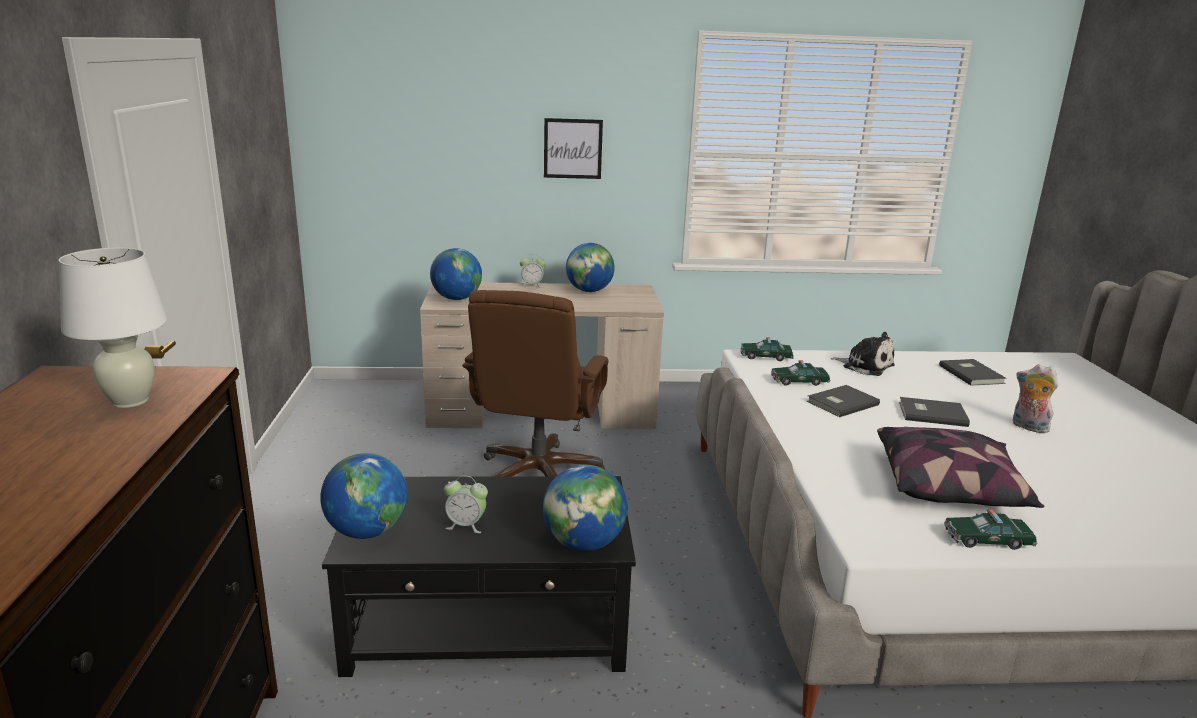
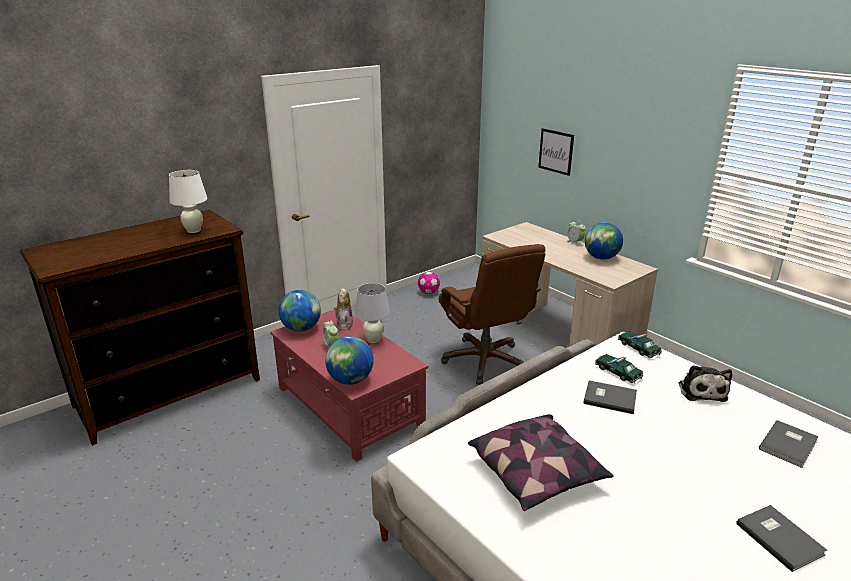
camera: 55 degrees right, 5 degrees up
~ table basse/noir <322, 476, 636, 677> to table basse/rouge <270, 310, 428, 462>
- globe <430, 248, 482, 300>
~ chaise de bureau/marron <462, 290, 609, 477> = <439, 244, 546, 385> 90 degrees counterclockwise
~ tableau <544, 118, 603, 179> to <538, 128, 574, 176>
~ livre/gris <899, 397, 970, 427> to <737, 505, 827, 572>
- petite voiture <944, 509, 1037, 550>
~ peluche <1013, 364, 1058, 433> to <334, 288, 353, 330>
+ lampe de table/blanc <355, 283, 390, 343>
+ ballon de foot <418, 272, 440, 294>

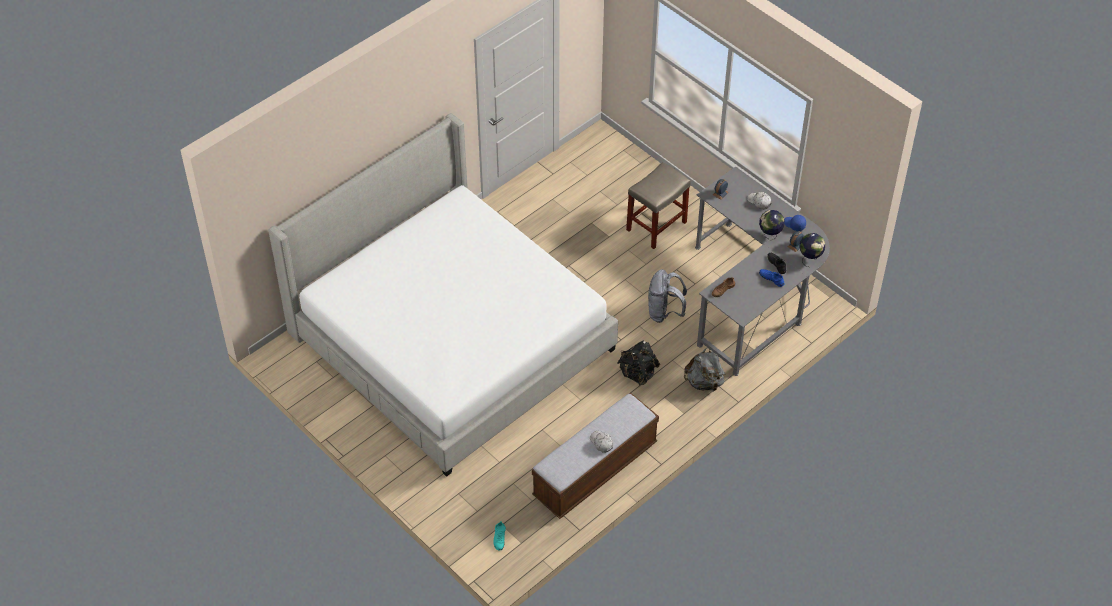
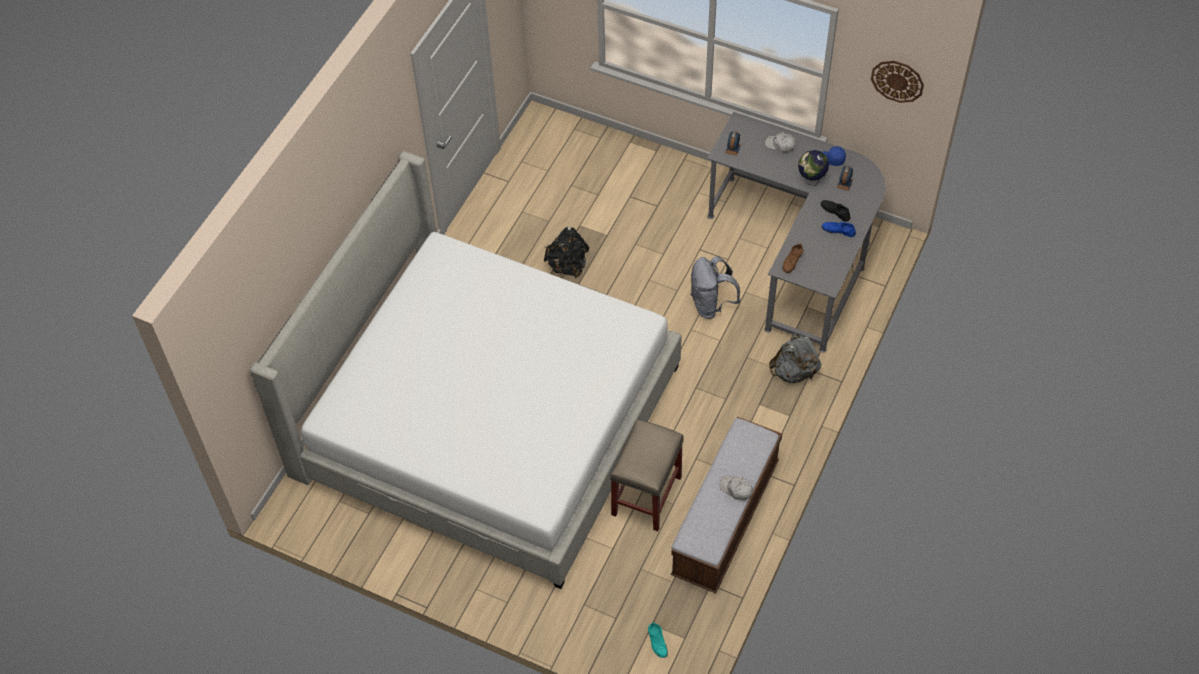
camera: 20 degrees left, 5 degrees up
~ sac à dos/noir <617, 341, 660, 386> to <544, 227, 590, 278>
~ tabouret/beige <626, 162, 691, 249> to <610, 419, 684, 531>
- globe <800, 233, 825, 267>
+ horloge murale <871, 61, 924, 103>

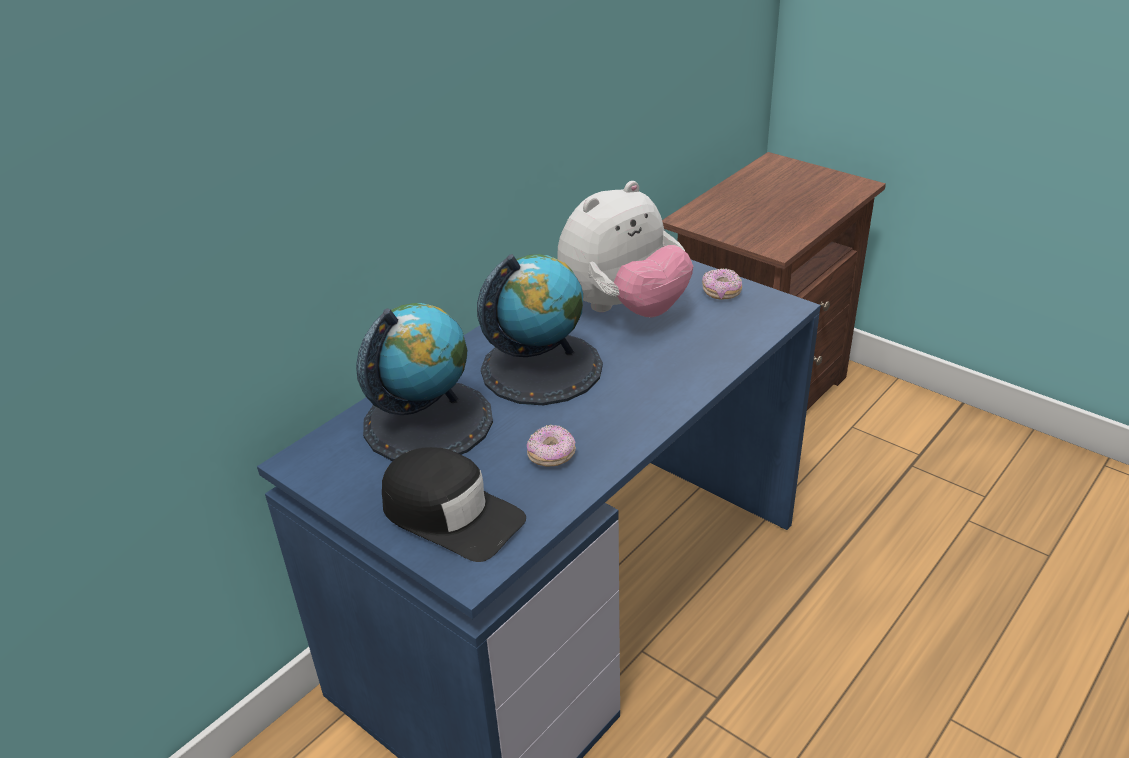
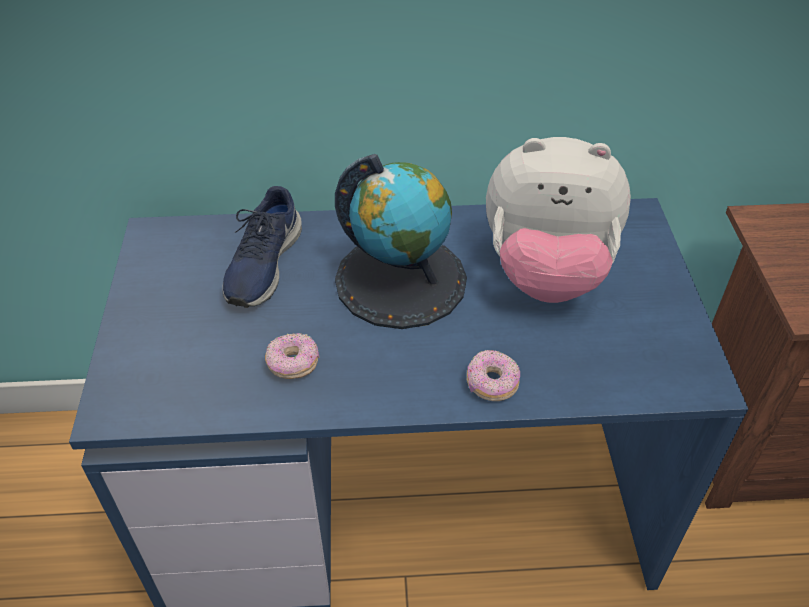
camera: 45 degrees right, 10 degrees up
~ globe <356, 303, 493, 461> to chaussure/bleu <222, 186, 302, 308>
- casquette/noir <382, 447, 526, 562>
~ beignet <702, 269, 742, 300> to <467, 350, 520, 401>

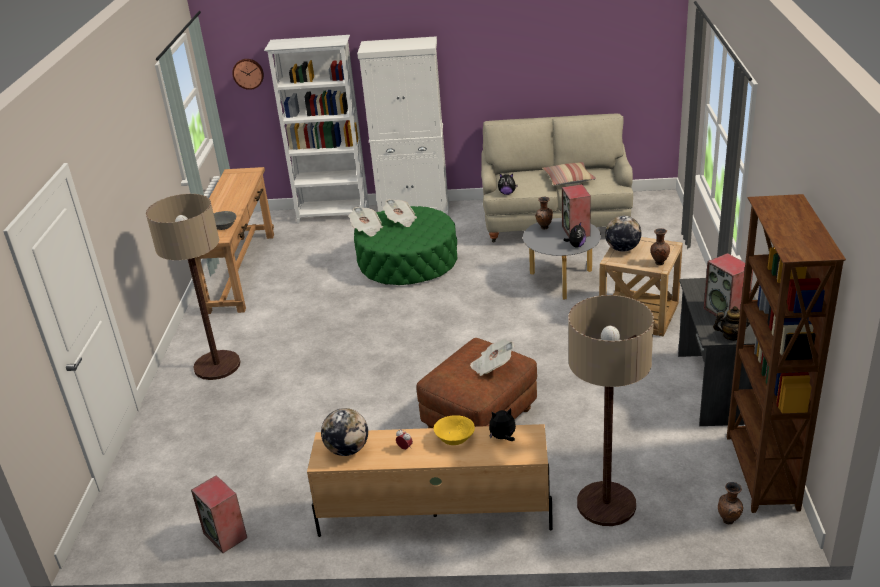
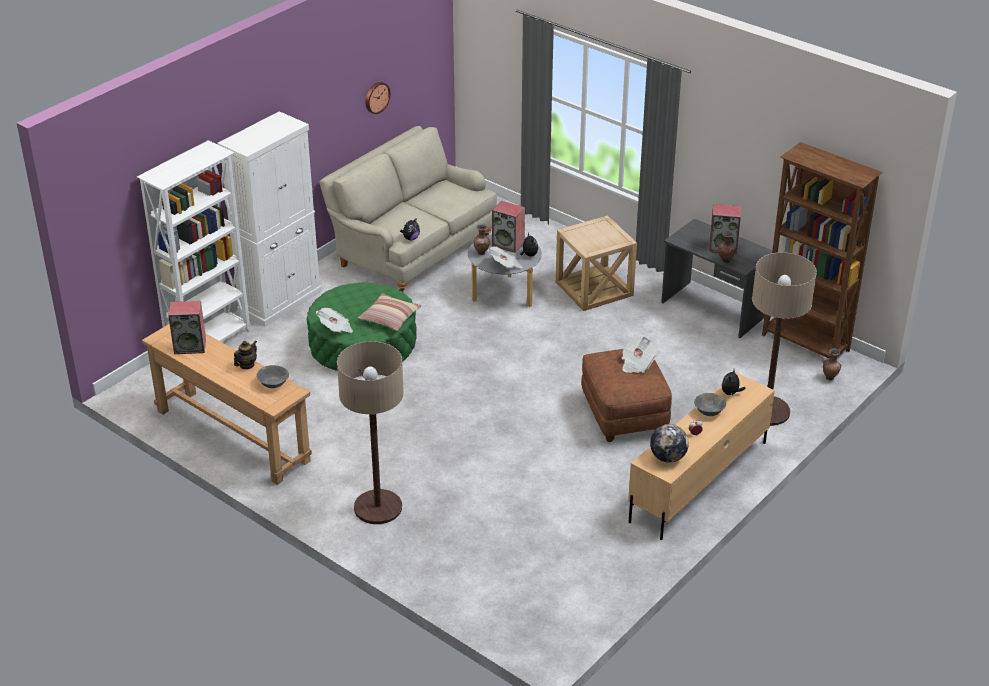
camera: 55 degrees left, 5 degrees up
~ enceinte <191, 475, 247, 553> to <168, 301, 206, 354>
~ horloge murale <232, 59, 264, 90> to <366, 82, 390, 114>
~ journal <383, 199, 417, 227> to <487, 246, 522, 268>
~ bol/jaune <434, 415, 475, 445> to bol/gris <694, 393, 726, 416>
~ coussin <542, 162, 596, 185> to <358, 293, 421, 331>
- globe <605, 216, 641, 252>
~ vase/marron <650, 228, 670, 265> to <718, 231, 736, 263>
~ théière <713, 306, 750, 341> to <234, 340, 257, 369>

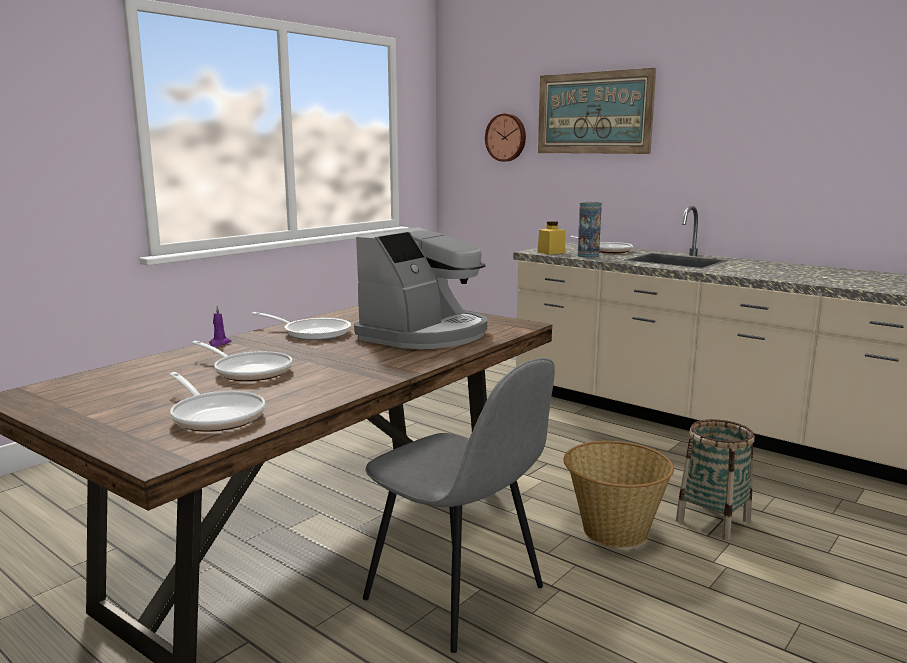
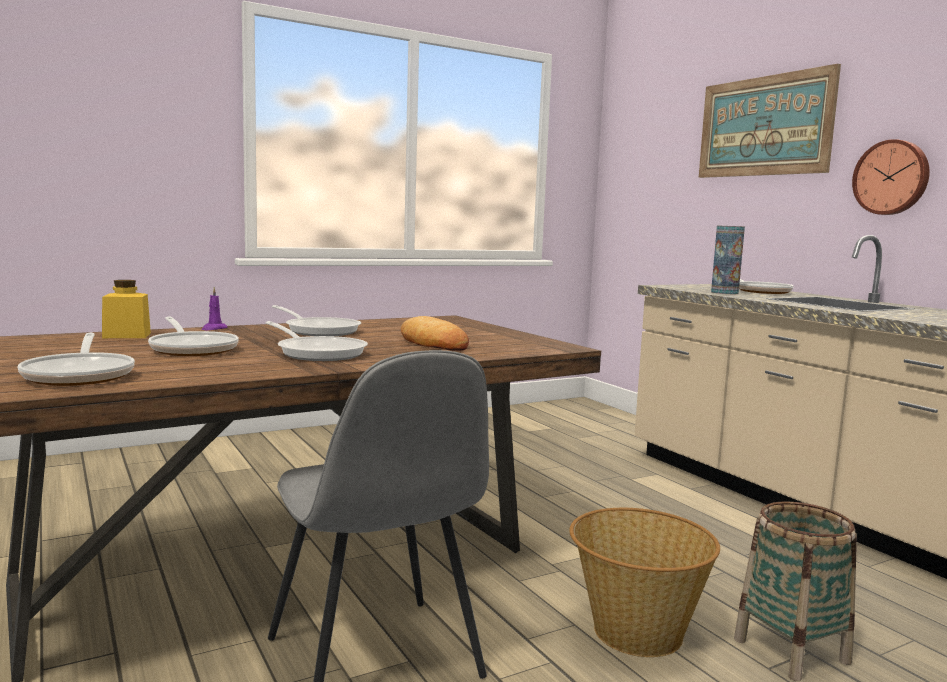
camera: 20 degrees right, 5 degrees down
~ machine à café <354, 227, 487, 349> to pain <401, 316, 469, 351>
~ horloge murale <485, 113, 526, 162> to <852, 139, 930, 215>
~ bocal/jaune <537, 221, 565, 255> to <102, 280, 151, 338>
+ poêle <265, 321, 368, 361>

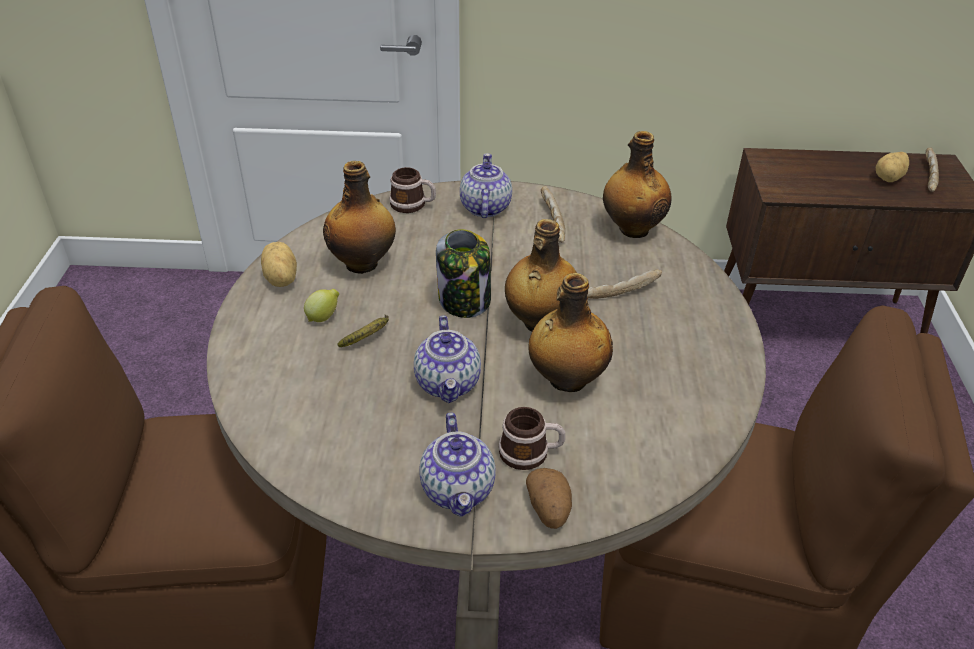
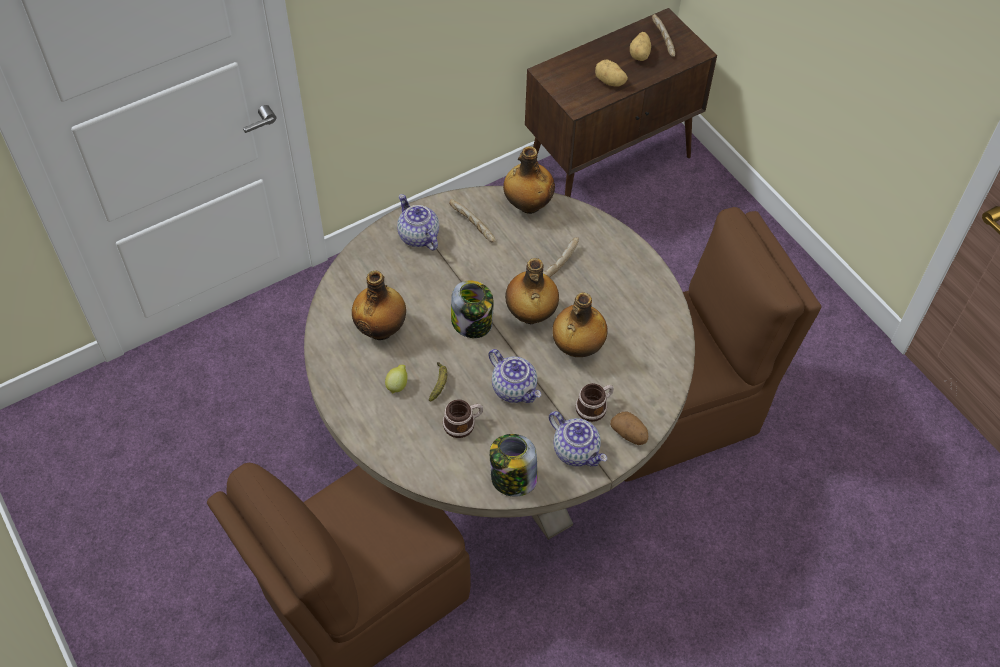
camera: 35 degrees left, 15 degrees up
~ pomme de terre <261, 242, 297, 287> to <595, 59, 628, 87>
~ mug <389, 167, 436, 213> to <443, 399, 483, 438>
+ bocal <490, 434, 537, 497>

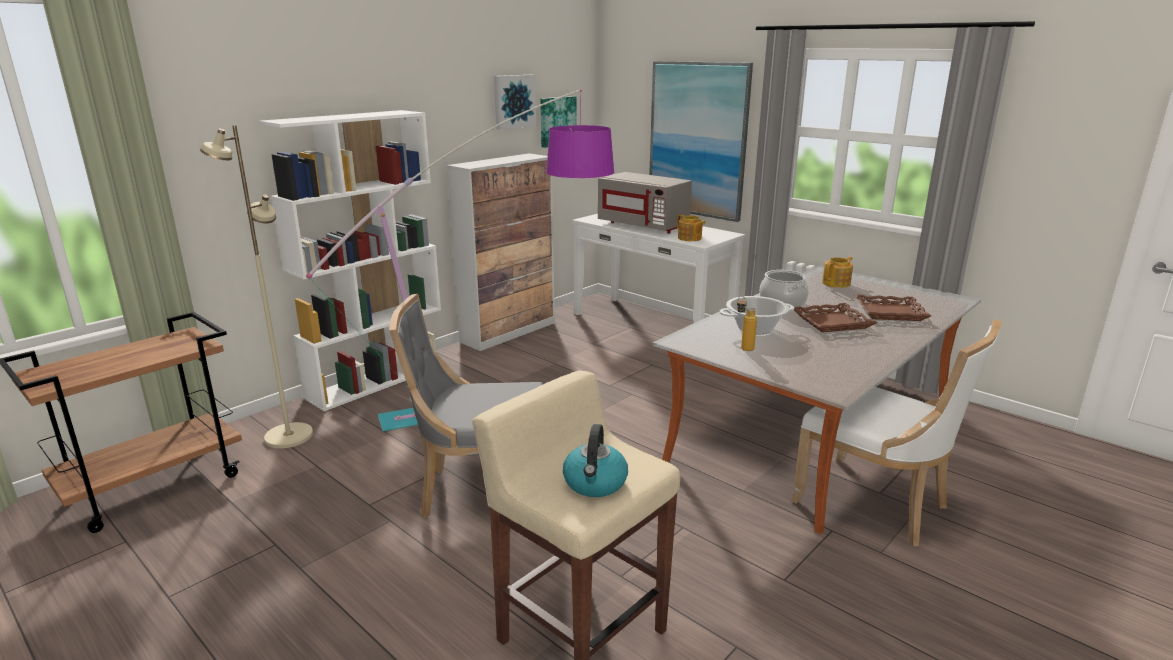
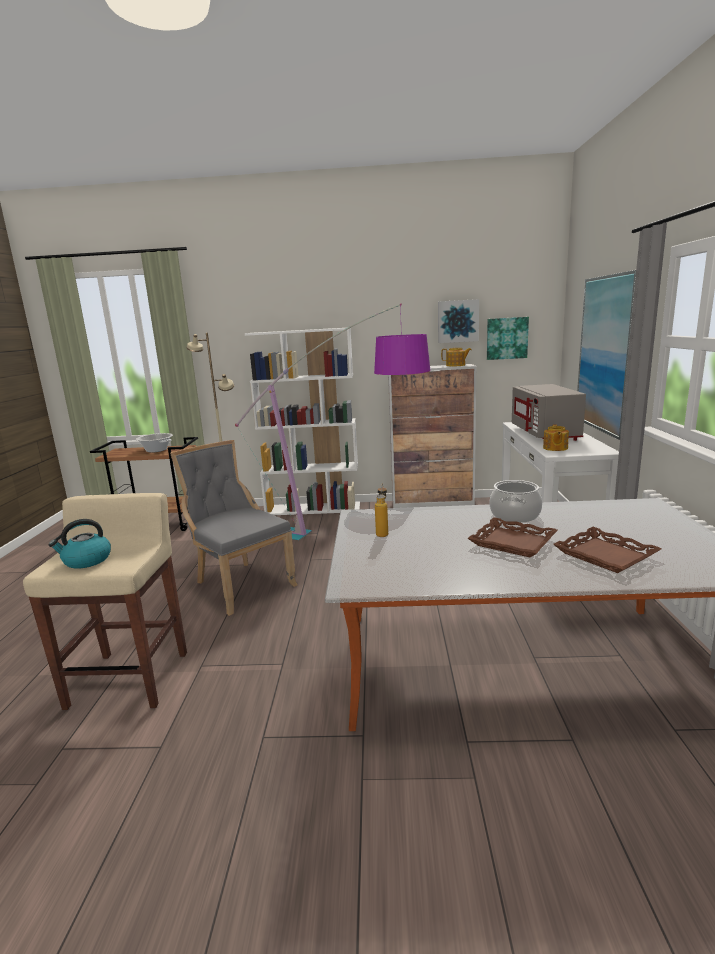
camera: 50 degrees right, 5 degrees down
~ marmite <720, 296, 795, 334> to <136, 433, 173, 453>
- chaise/blanc <791, 319, 1002, 547>
~ théière <822, 257, 853, 288> to <441, 348, 471, 366>

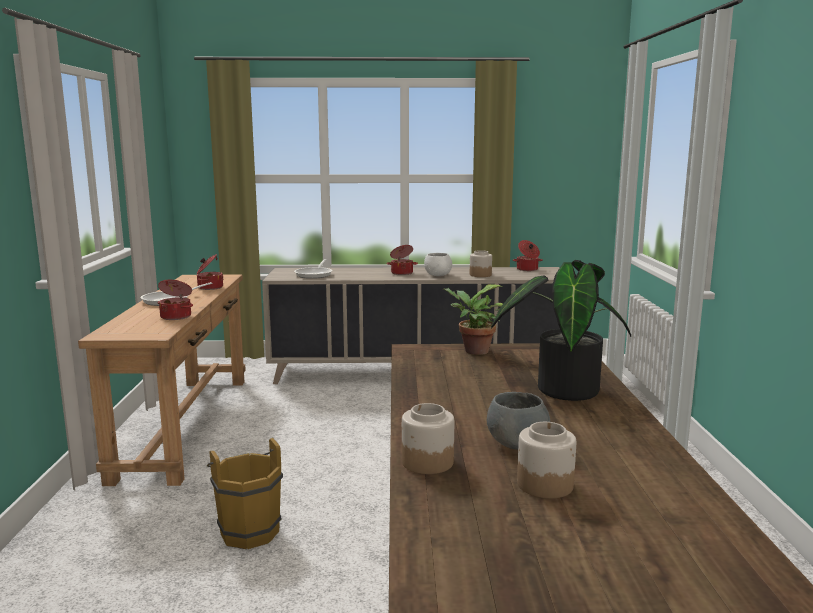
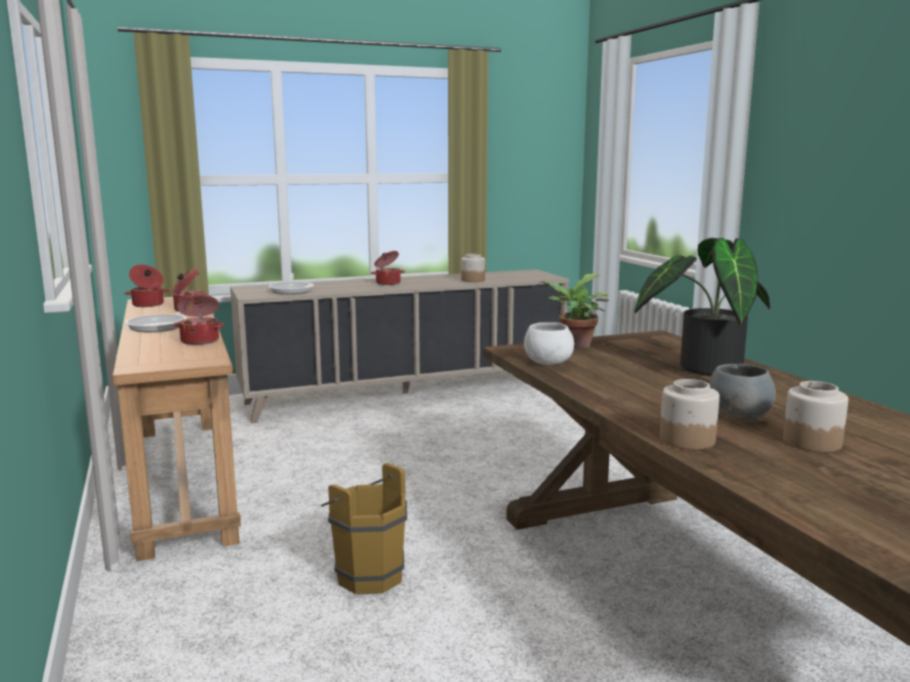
camera: 20 degrees left, 0 degrees up
~ bol/blanc <424, 253, 452, 276> to <524, 322, 574, 365>
~ marmite <513, 240, 543, 271> to <124, 265, 170, 307>

